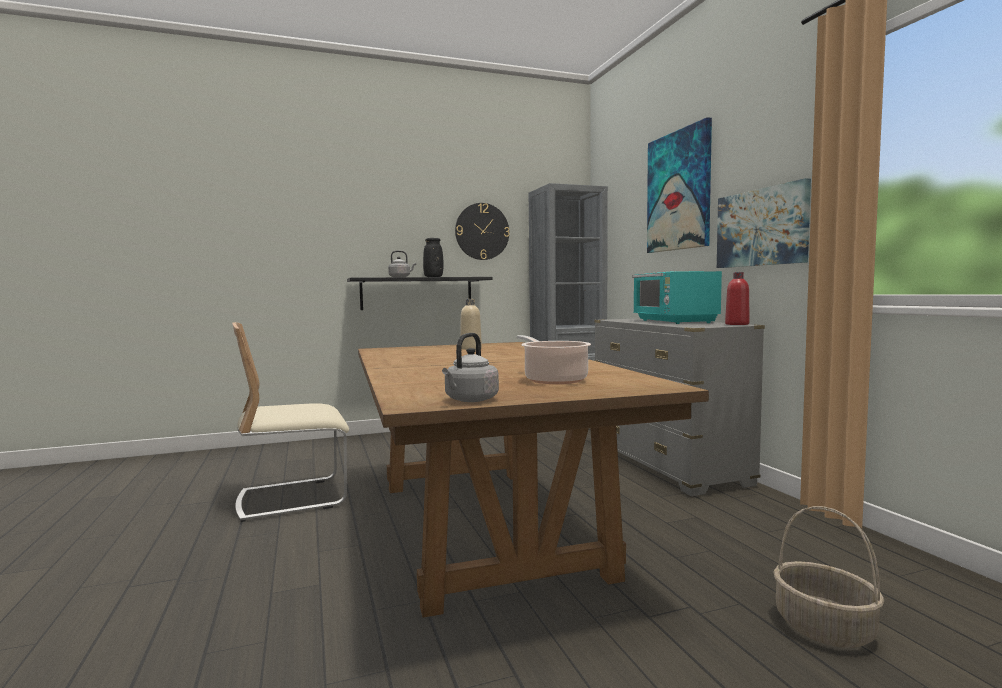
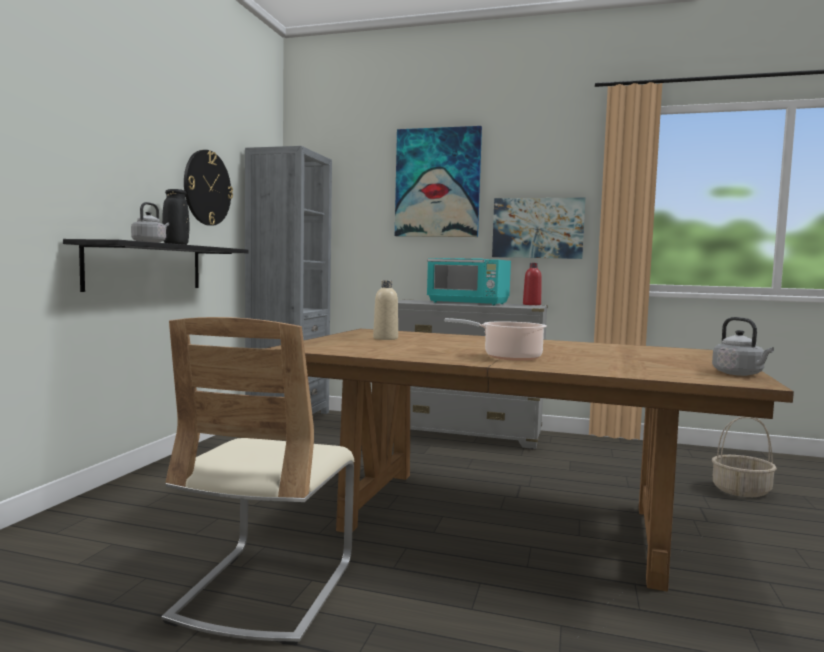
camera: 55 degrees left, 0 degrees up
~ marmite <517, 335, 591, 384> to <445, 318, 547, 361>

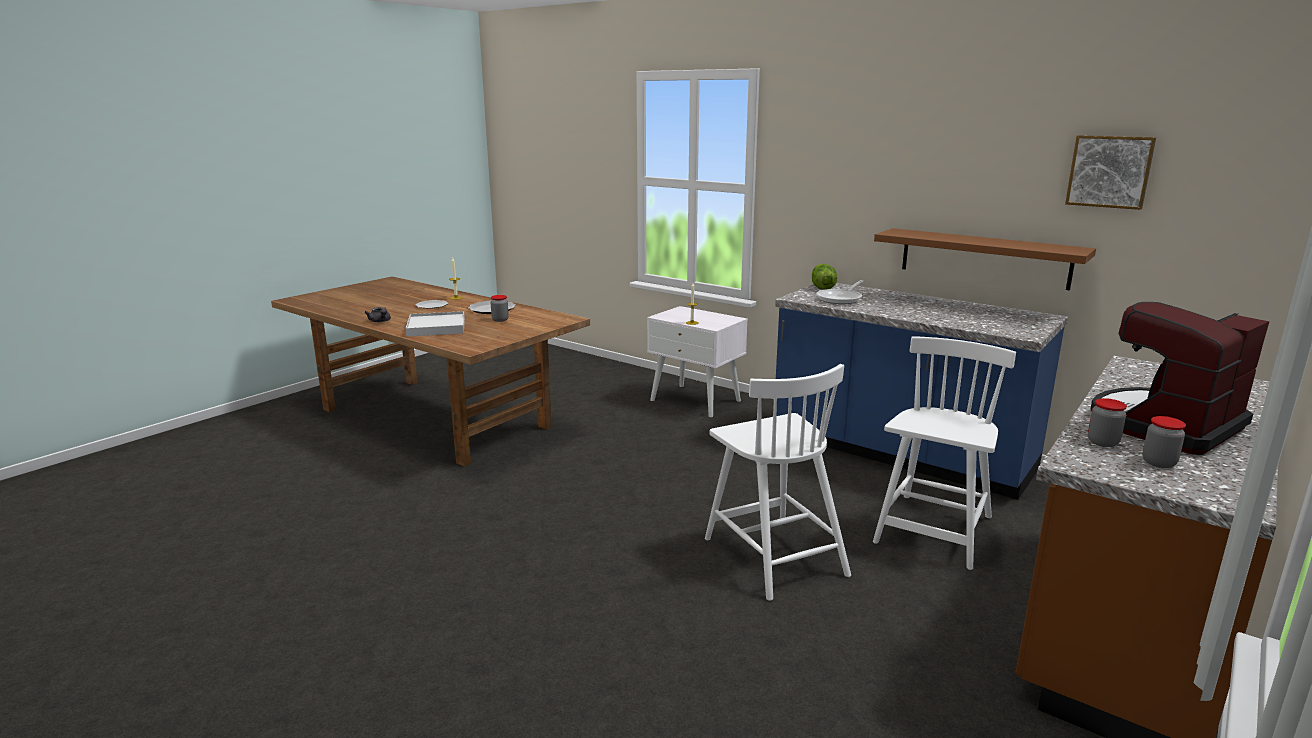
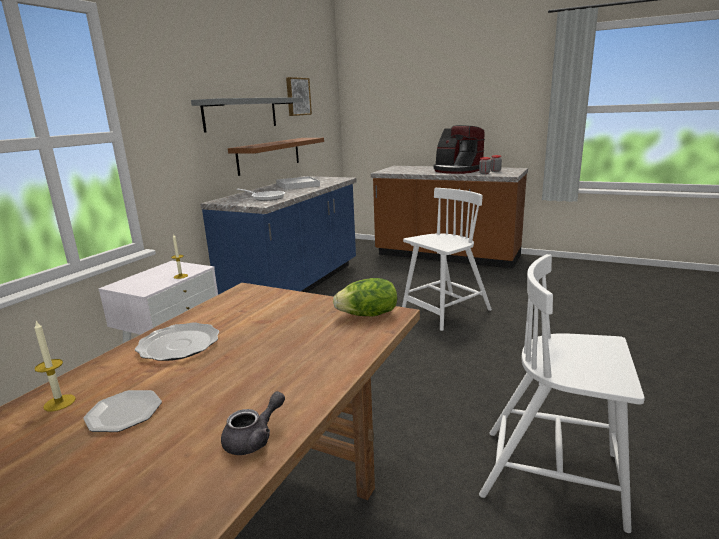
camera: 100 degrees left, 0 degrees up
~ plateau/blanc <406, 311, 465, 337> to <276, 176, 320, 190>
- bocal <491, 295, 509, 322>
~ laitue <812, 264, 837, 290> to <333, 278, 397, 316>
~ chaise/blanc <873, 336, 1016, 570> to <479, 254, 645, 533>
+ étagère/gris <191, 97, 303, 133>

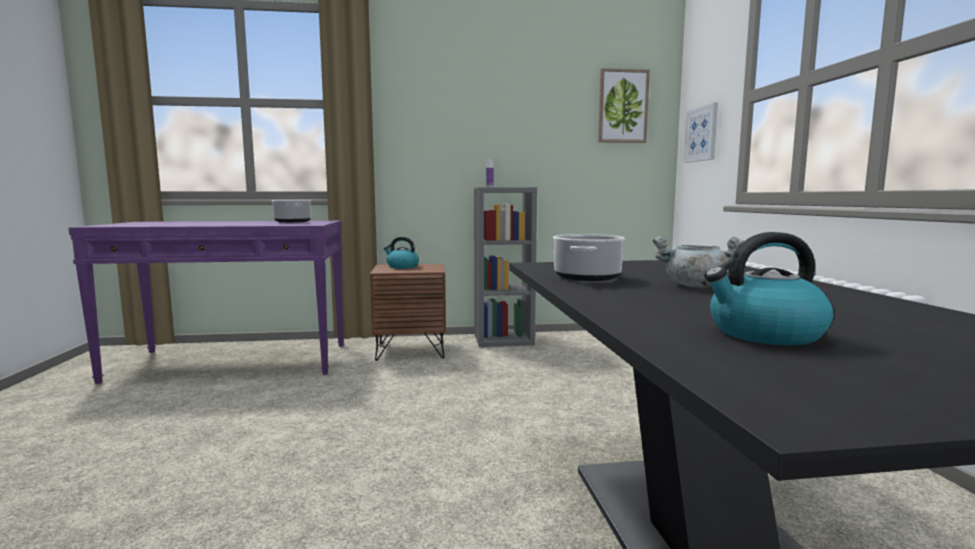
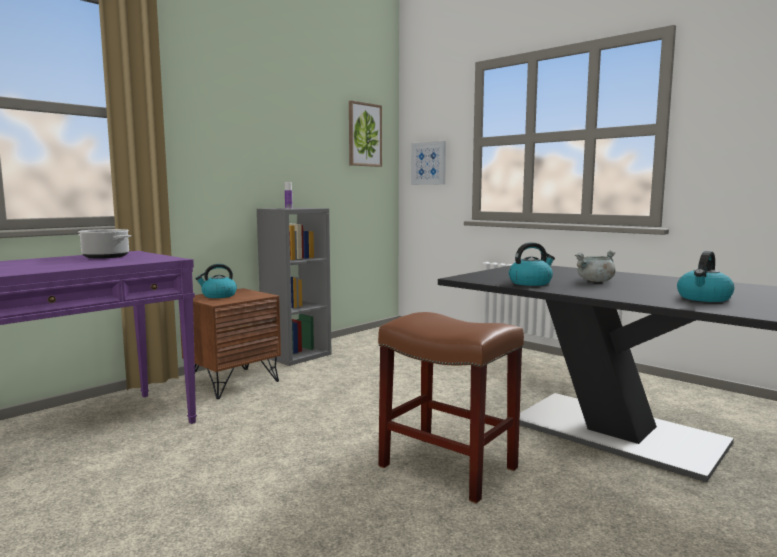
camera: 40 degrees left, 0 degrees up
~ marmite <553, 234, 625, 281> to bouilloire <509, 242, 555, 286>
+ tabouret/marron <378, 312, 524, 504>

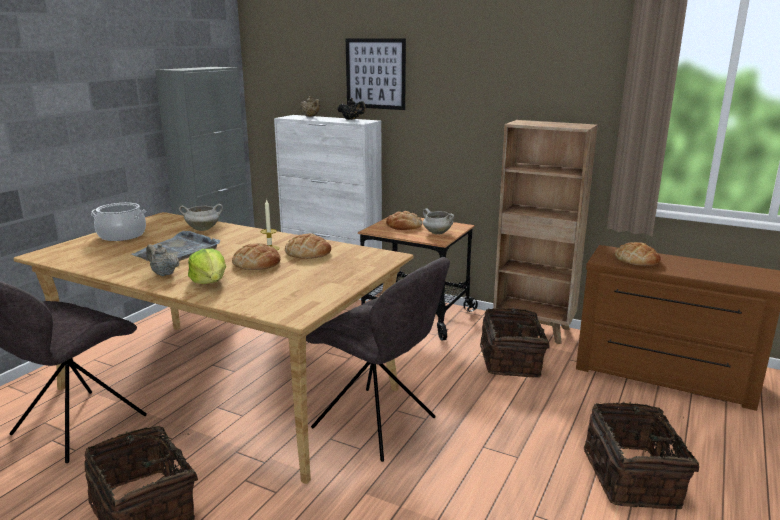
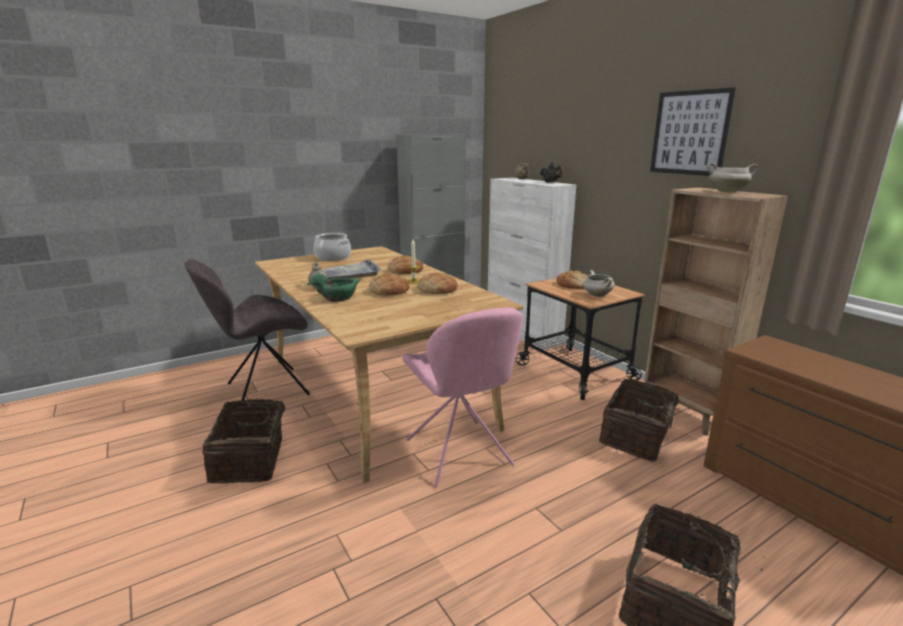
camera: 30 degrees right, 0 degrees up
~ marmite/blanc <179, 204, 223, 231> to <707, 163, 758, 193>
~ laitue <188, 249, 226, 284> to bol/vert <307, 274, 361, 302>
~ chaise/gris <306, 257, 450, 462> to chaise/rose <403, 307, 522, 487>
~ tableau <346, 39, 406, 110> to <650, 87, 736, 176>
~ pain <615, 242, 661, 266> to <388, 255, 423, 274>

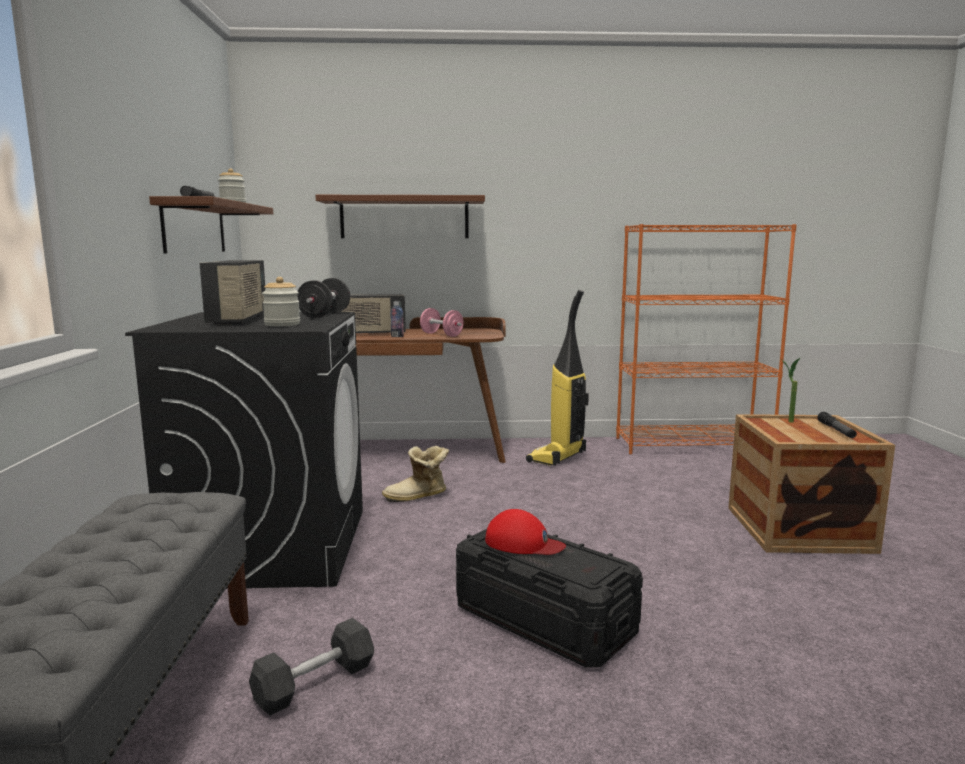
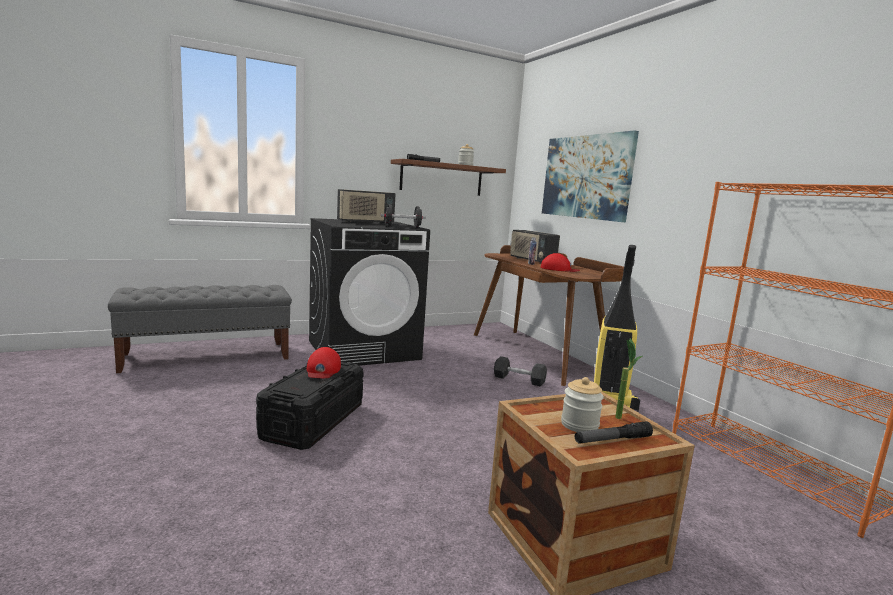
camera: 65 degrees right, 0 degrees up
~ haltère/gris <249, 618, 374, 716> to <494, 356, 547, 387>
~ bocal <262, 277, 300, 326> to <561, 377, 604, 432>
~ étagère/marron <316, 195, 485, 238> to tableau <542, 130, 639, 222>
- botte <382, 446, 449, 502>
~ haltère/rose <420, 308, 464, 337> to casquette/rouge <541, 253, 580, 272>

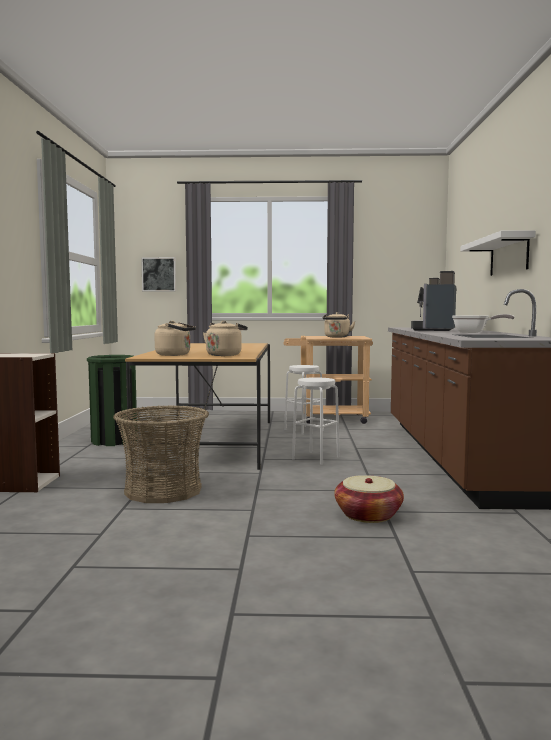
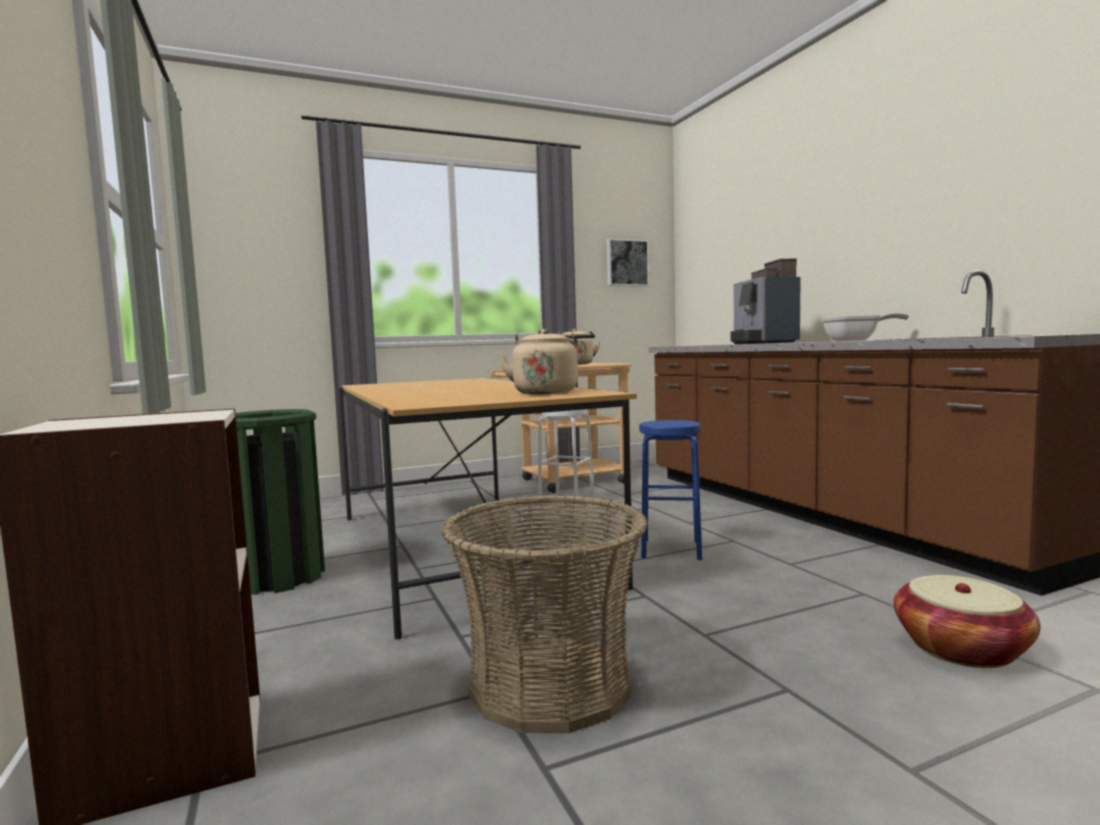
camera: 25 degrees left, 0 degrees up
~ tableau <141, 257, 176, 292> to <607, 238, 649, 286>
- bouilloire/beige <154, 321, 196, 356>
~ tabouret/blanc <292, 377, 340, 465> to tabouret/bleu <639, 420, 702, 560>
- étagère/blanc <461, 230, 536, 276>

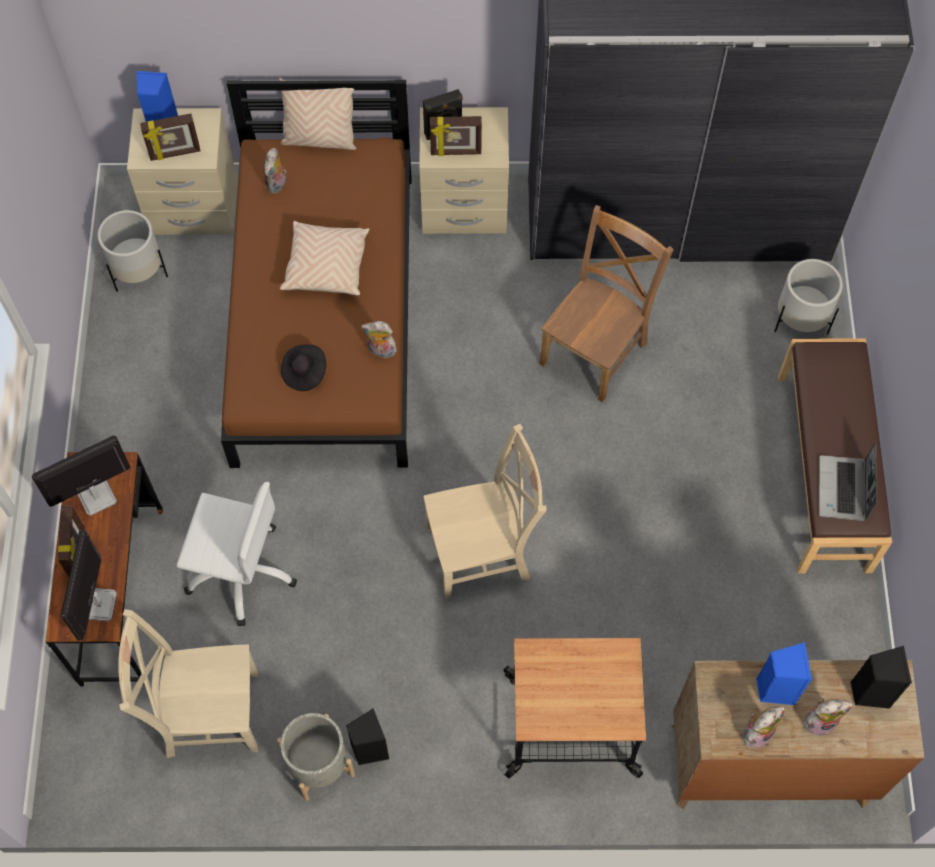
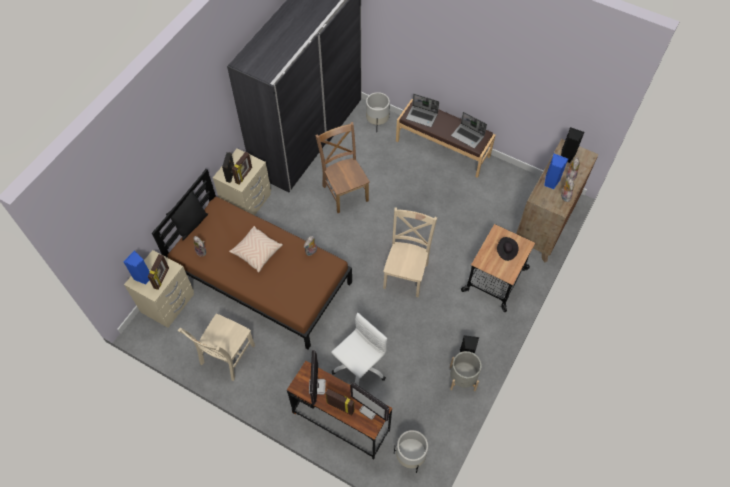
camera: 60 degrees left, 5 degrees down
~ cache-pot/blanc <98, 210, 168, 291> to <394, 430, 428, 473>
~ chaise/beige <118, 609, 258, 758> to <178, 314, 255, 381>
~ coussin/beige <279, 79, 356, 150> to coussin/noir <166, 190, 208, 240>
~ chapeau/noir <281, 344, 326, 391> to <497, 237, 519, 261>
+ ordinateur portable <406, 94, 439, 127>

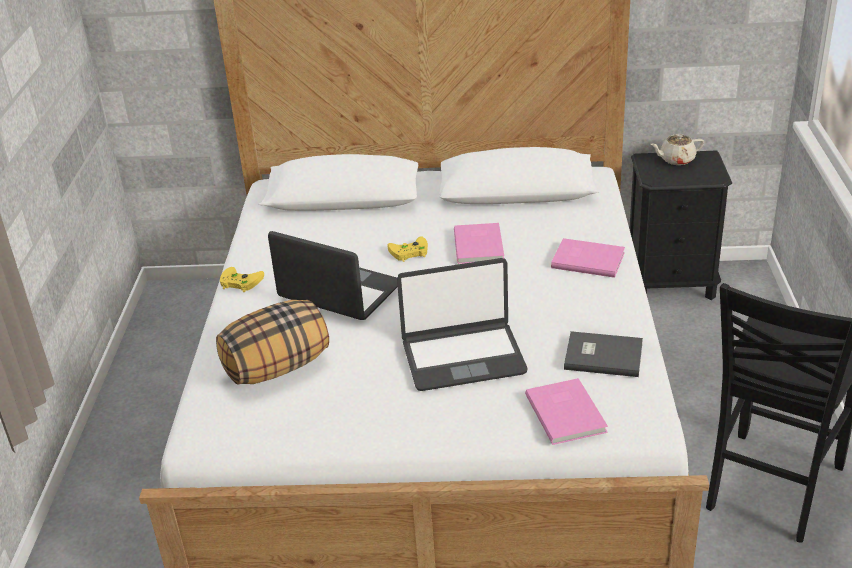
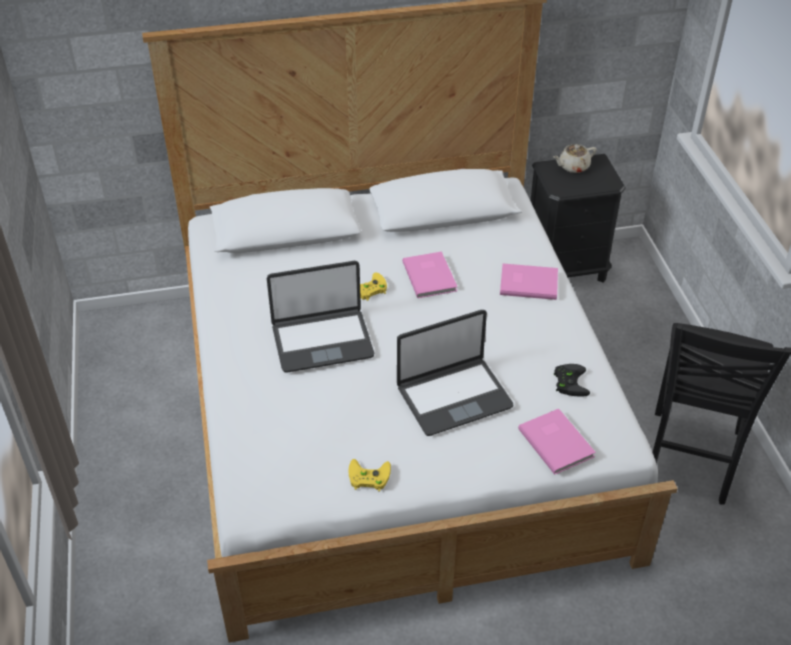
camera: 15 degrees left, 10 degrees up
- coussin <216, 300, 329, 385>
~ manette/jaune <220, 267, 264, 292> to <348, 459, 391, 492>
~ ordinateur portable <268, 231, 398, 320> = <267, 261, 374, 373> 150 degrees clockwise
~ livre/gris <564, 331, 643, 377> to manette/noir <554, 364, 590, 397>

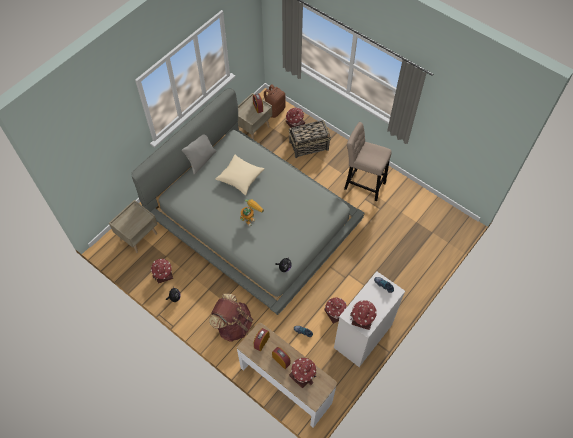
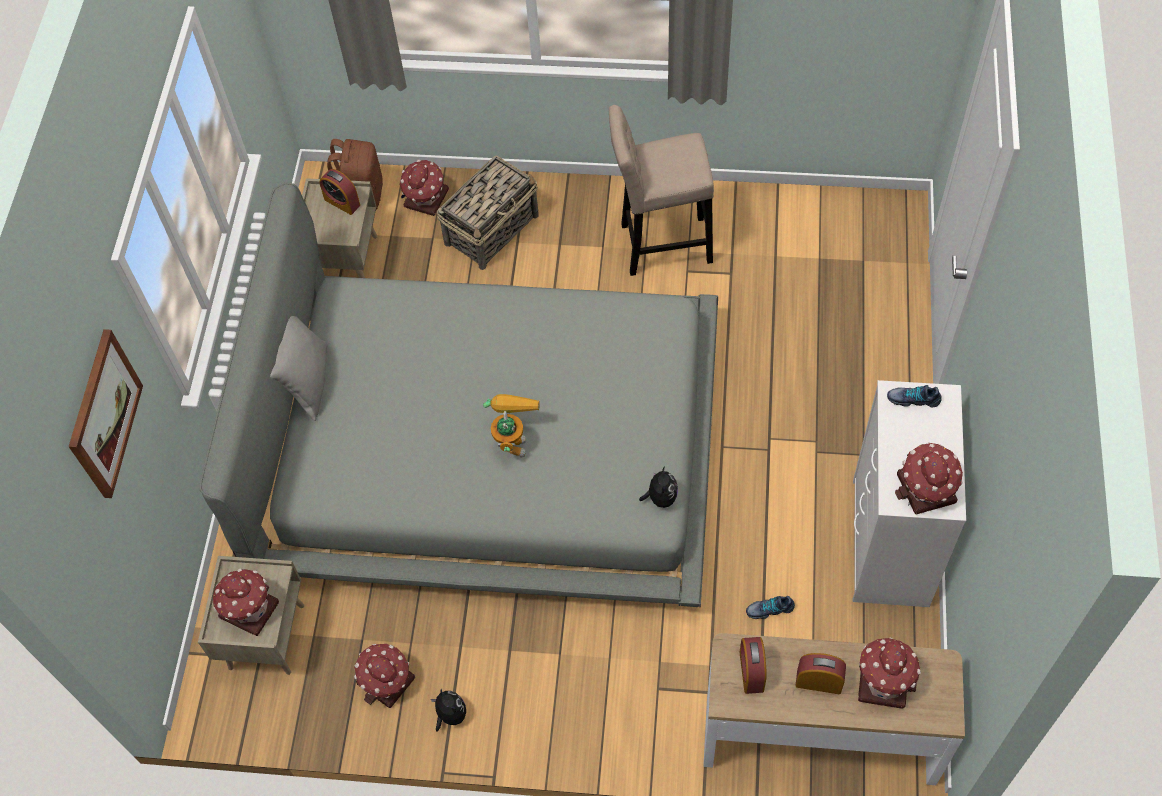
camera: 30 degrees left, 0 degrees up
- sac à dos/marron <209, 293, 253, 342>
- coussin/beige <216, 155, 264, 195>
~ maison miniature <324, 297, 347, 324> to <213, 568, 279, 636>
+ tableau <69, 329, 143, 498>

